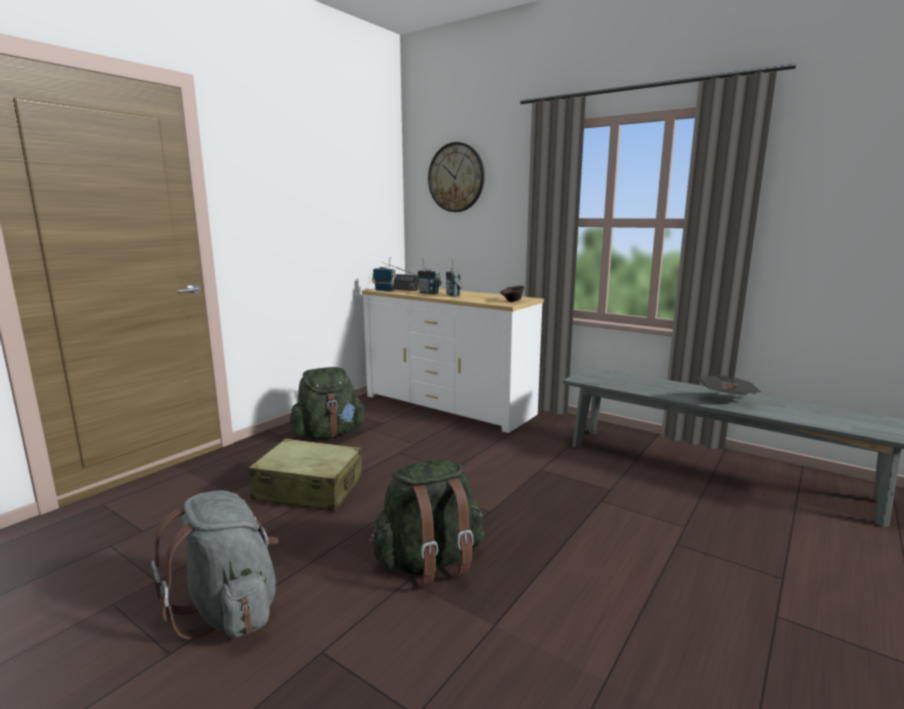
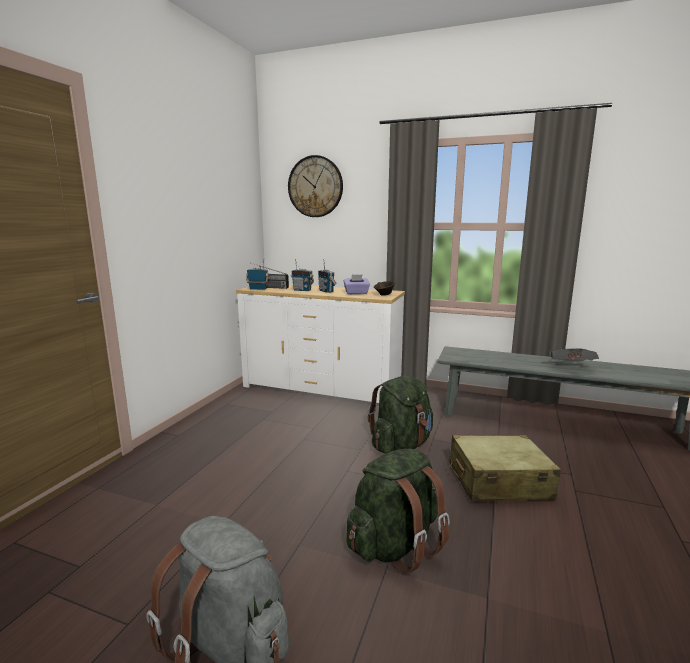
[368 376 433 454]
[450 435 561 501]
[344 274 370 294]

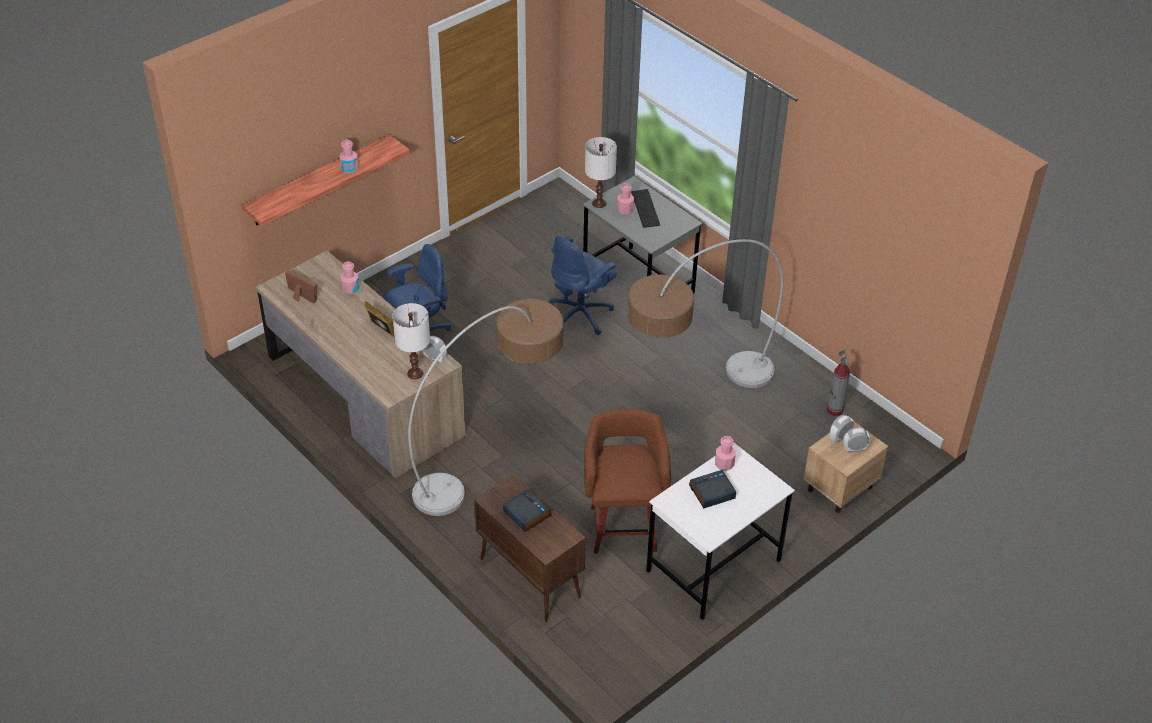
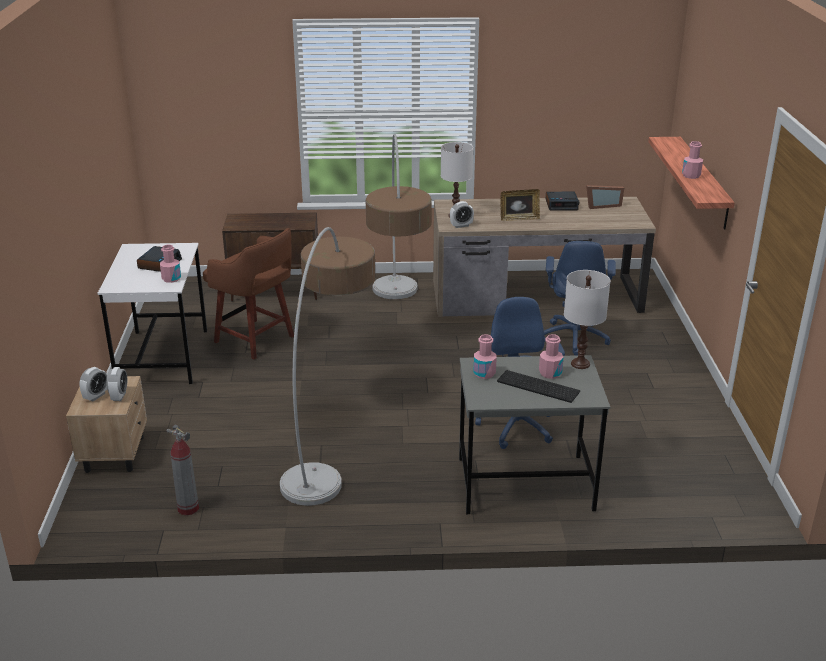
[474 334 497 379]
[546 192 579 211]

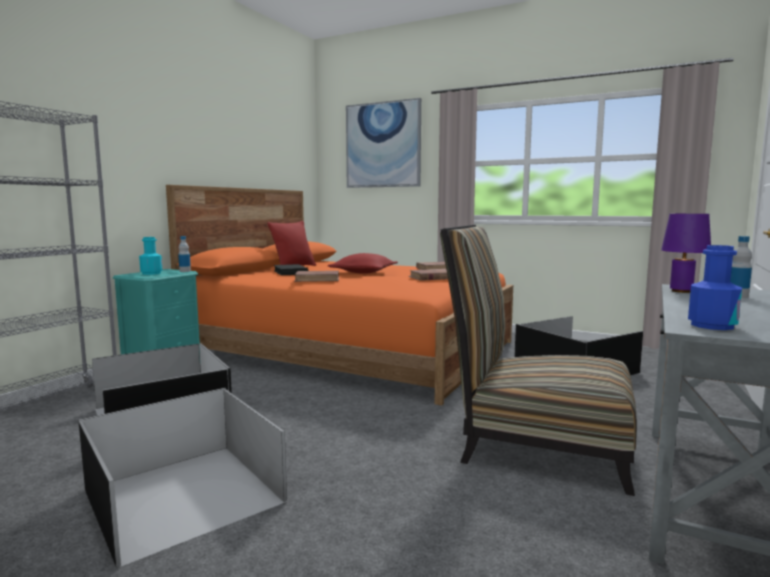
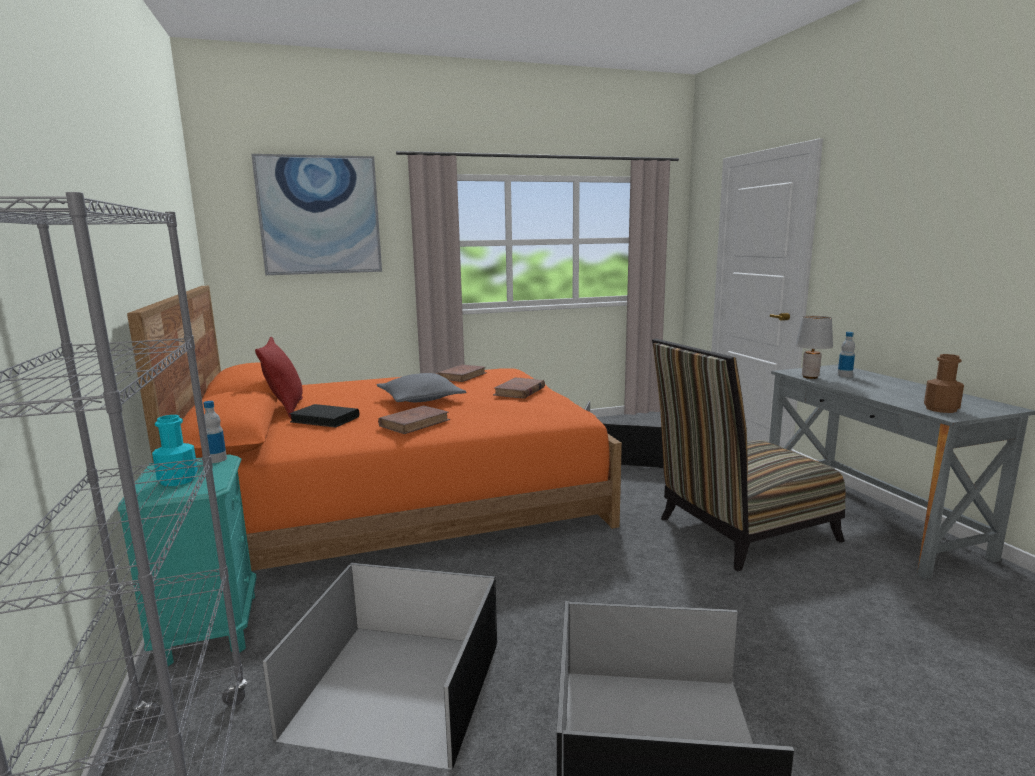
[795 316 833 379]
[924 354 964 413]
[377 373 467 402]

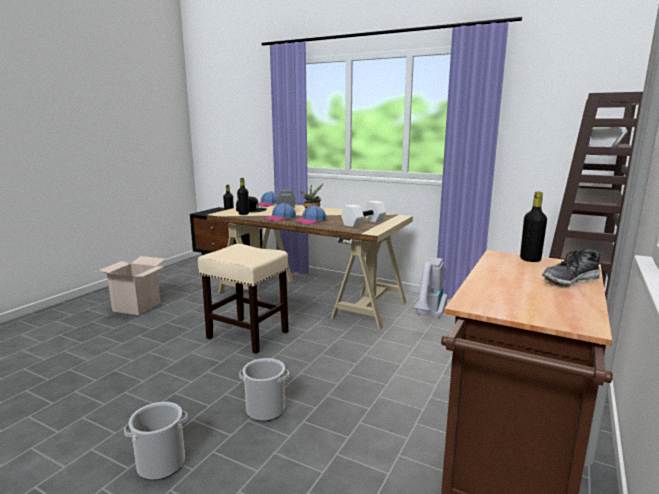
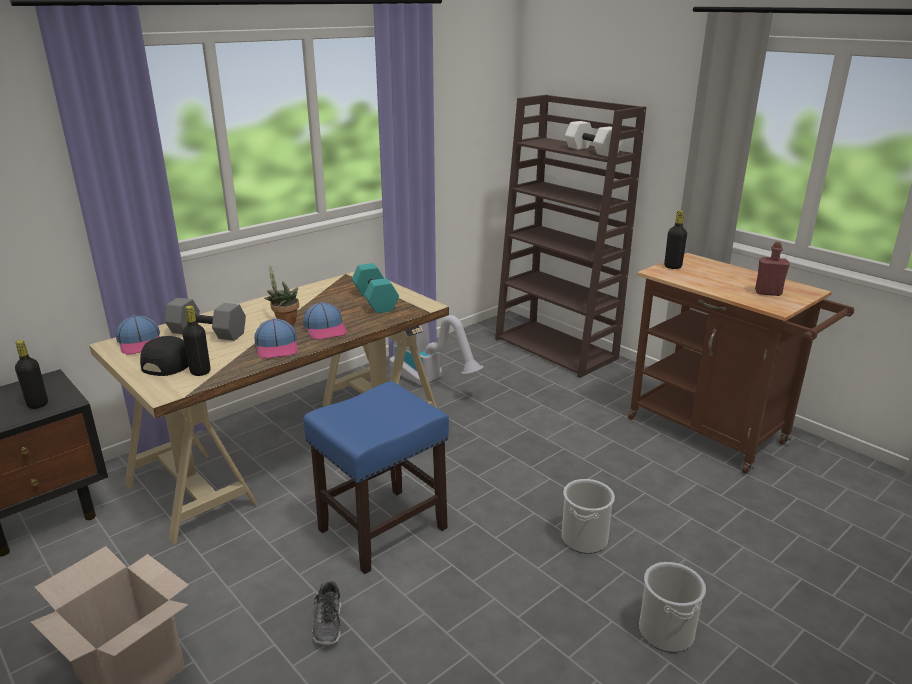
[352 263 399 313]
[303 381 449 574]
[312 580 341 645]
[755 242 790 296]

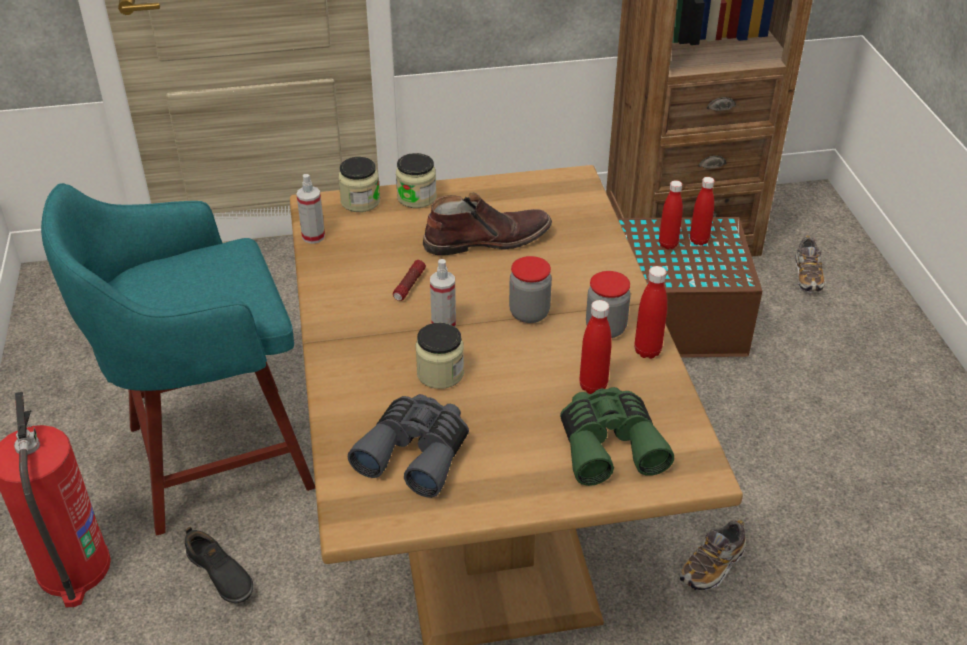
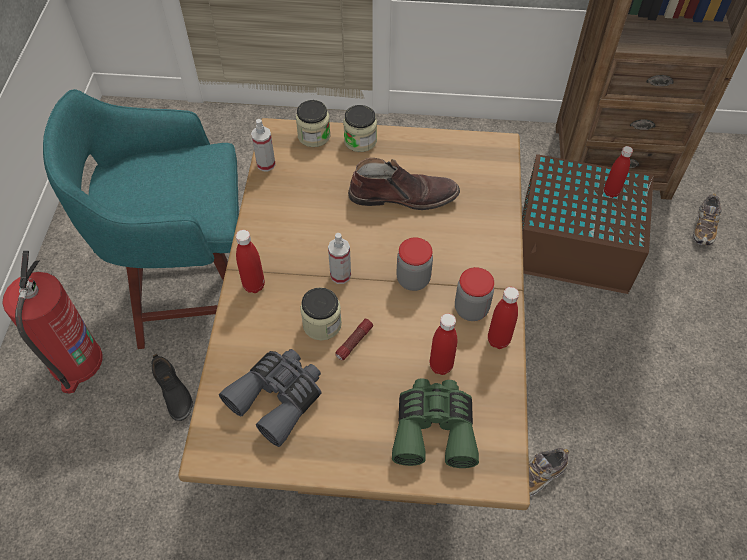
[236 230 265 293]
[335 319 373 360]

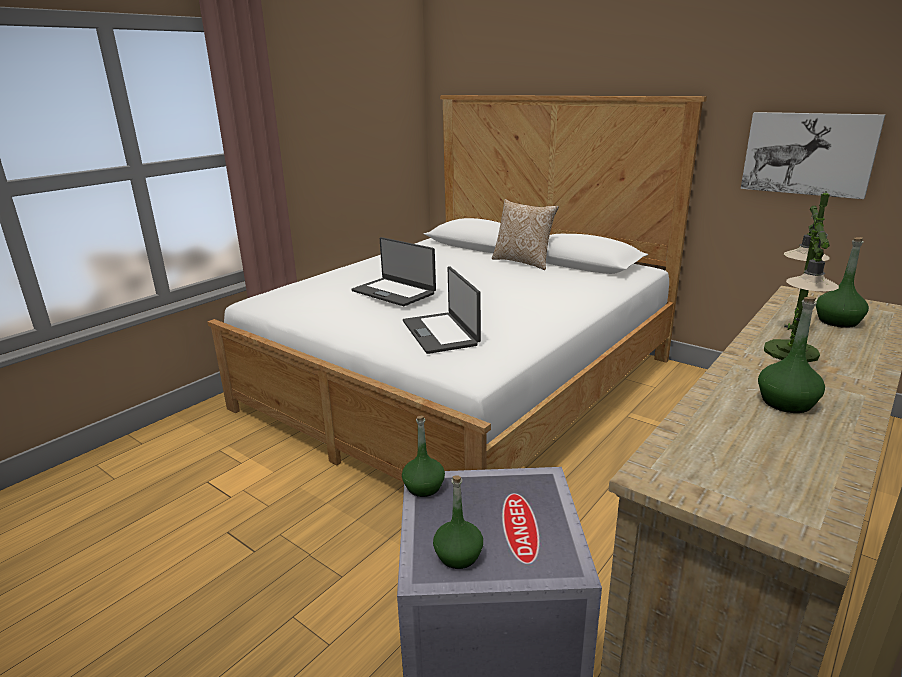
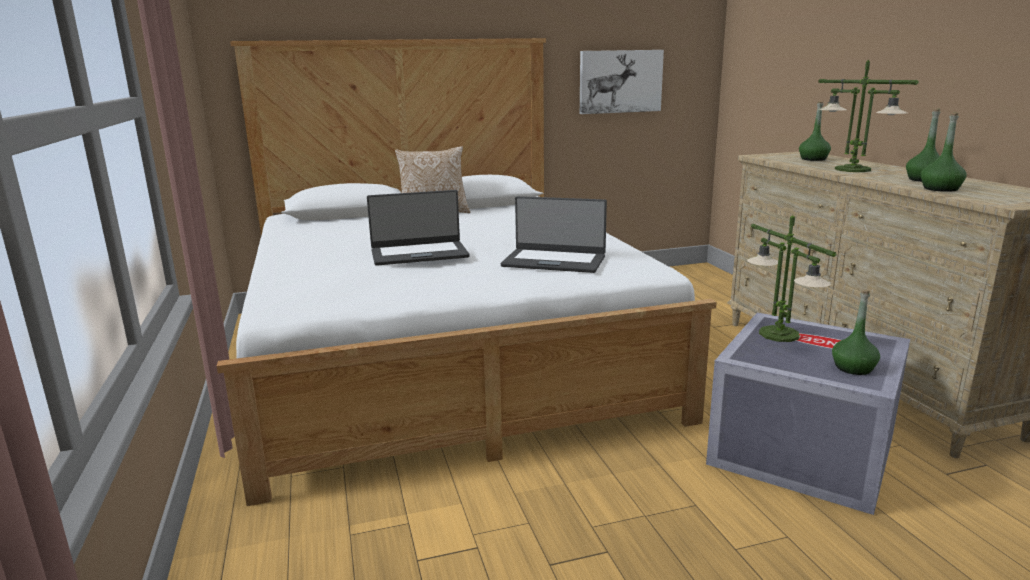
[921 112 967 192]
[747 215 837 342]

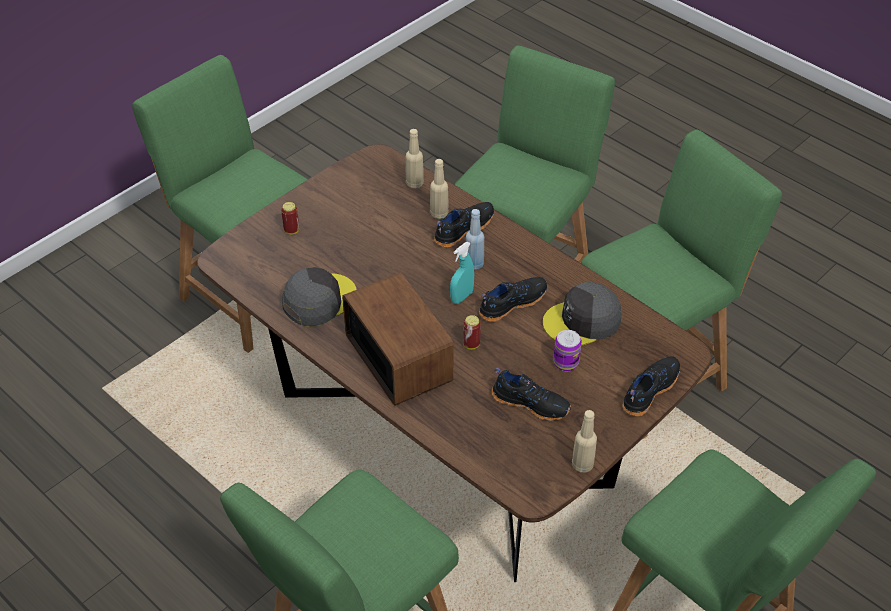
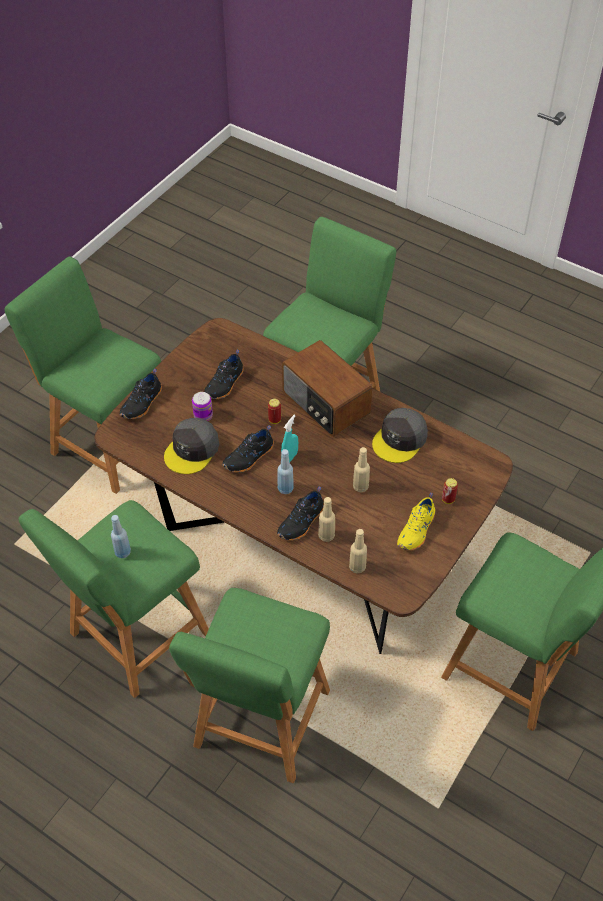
[164 418 220 474]
[204 350 244 399]
[353 447 370 493]
[397 493 435 550]
[111 515 131 558]

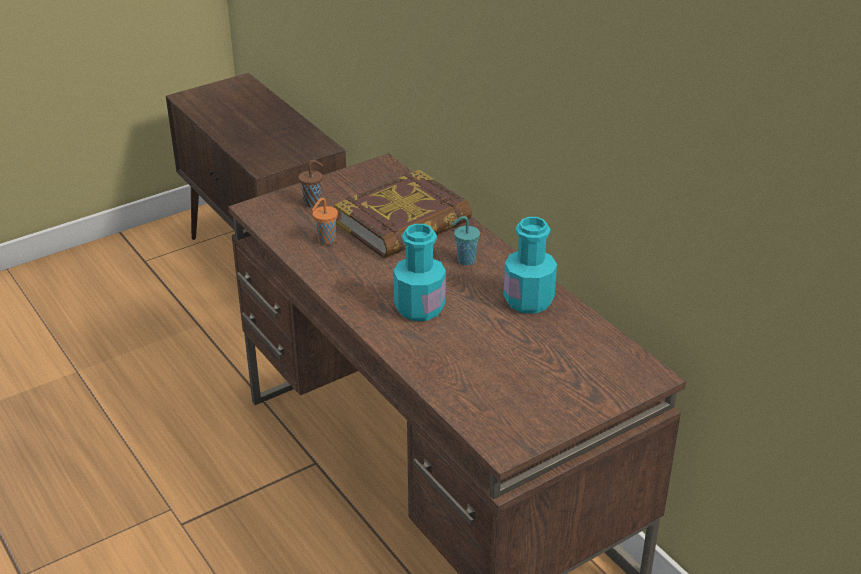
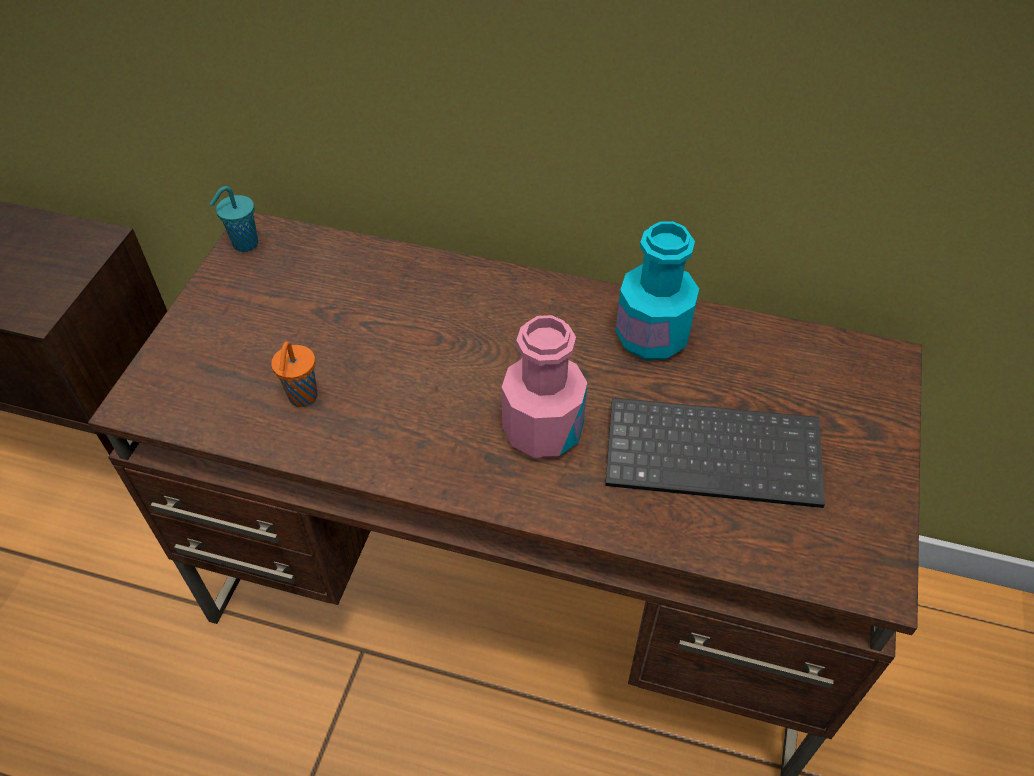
[299 160 323 208] (first image)
[335 170 472 259] (first image)
[210 186 258 252]
[502 315 587 459]
[605 398 825 508]

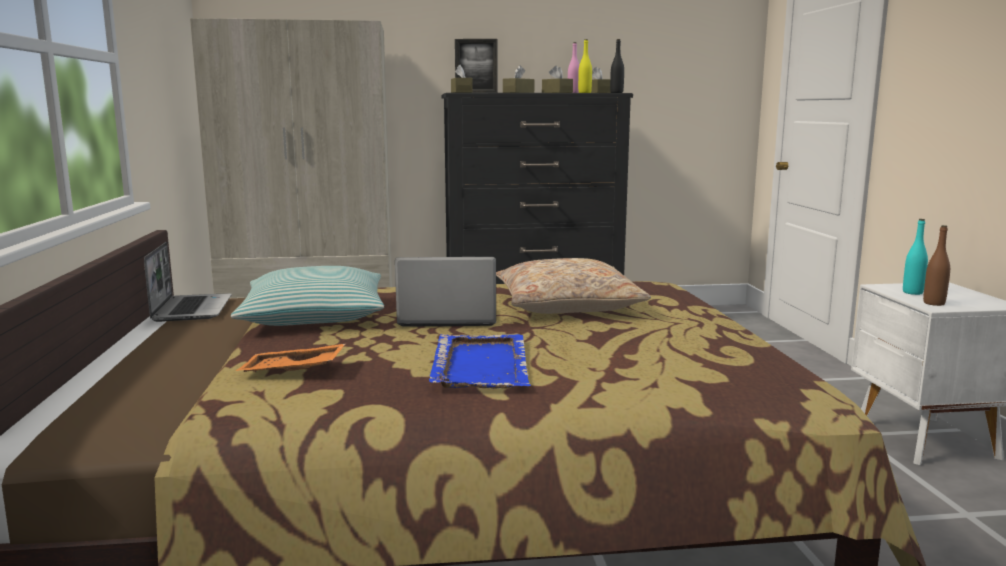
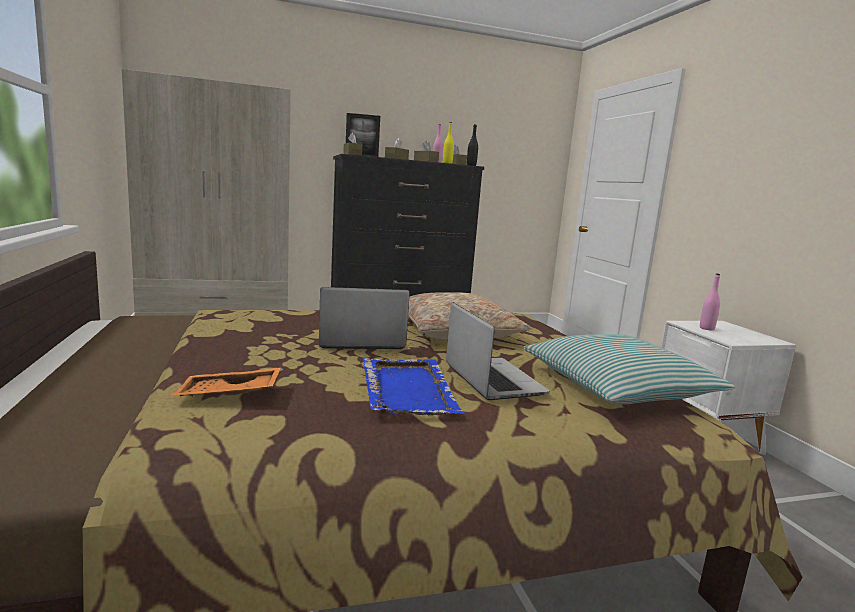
[700 274 720 330]
[923 225 950 306] (first image)
[446 302 550 400]
[523 334 735 405]

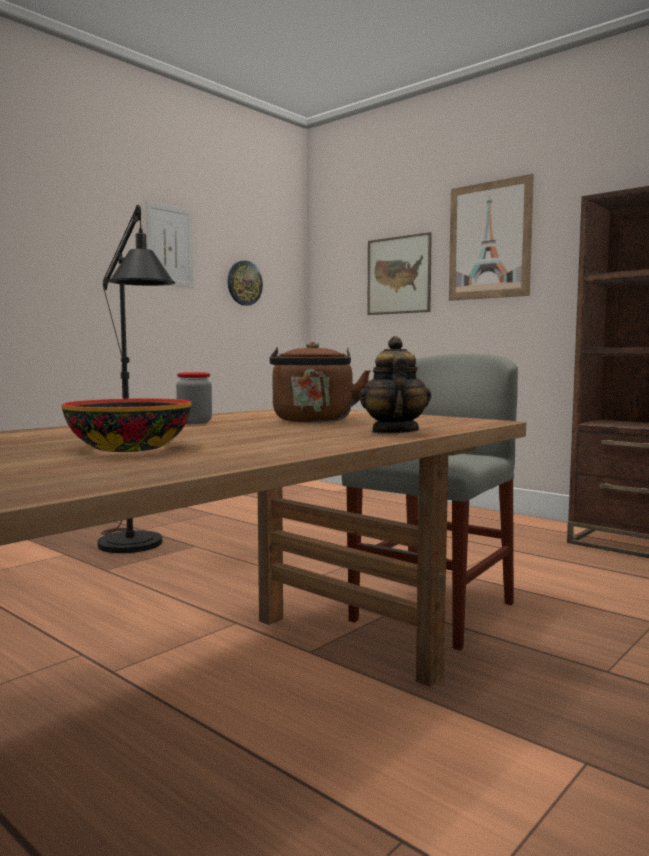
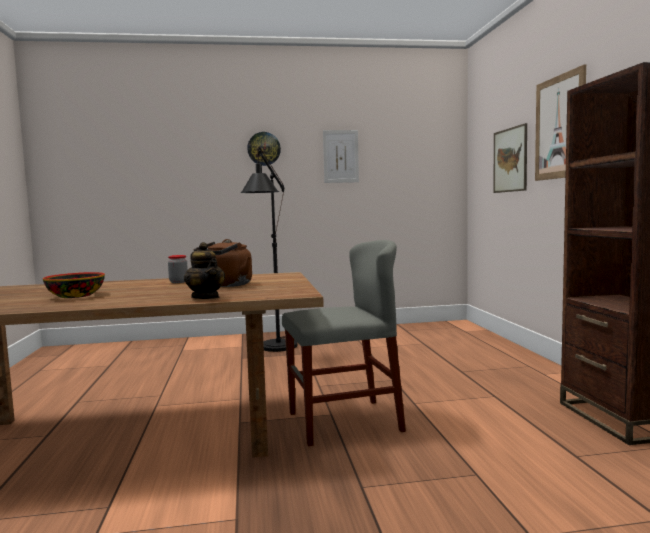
[247 132 281 166]
[184 242 225 299]

